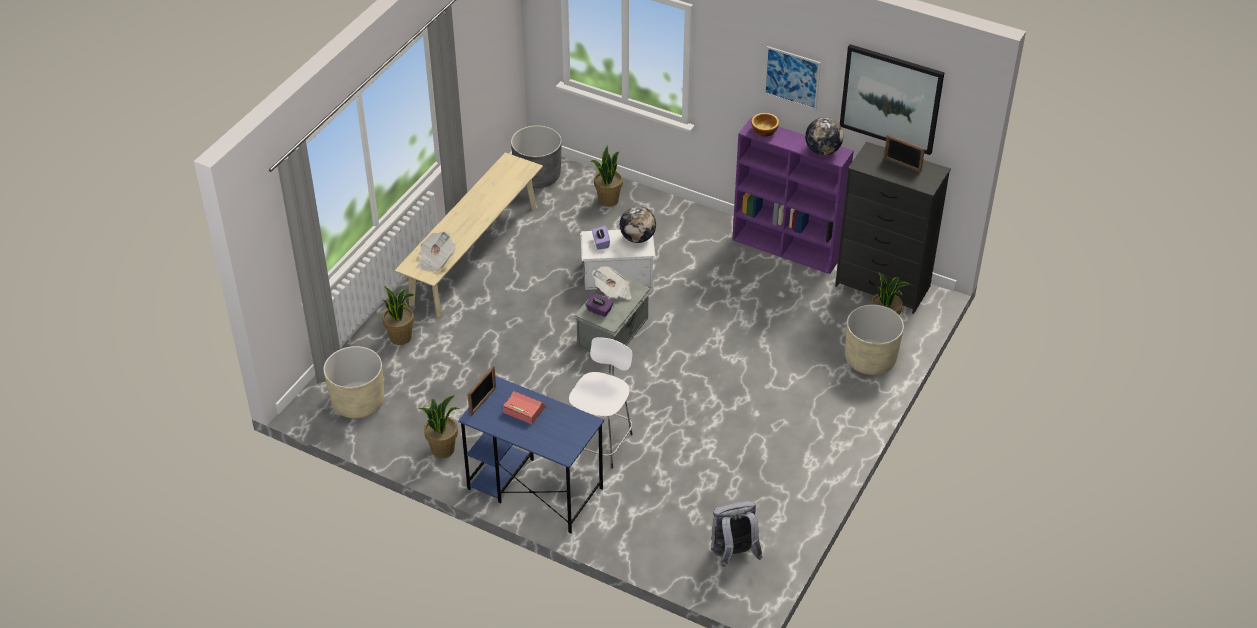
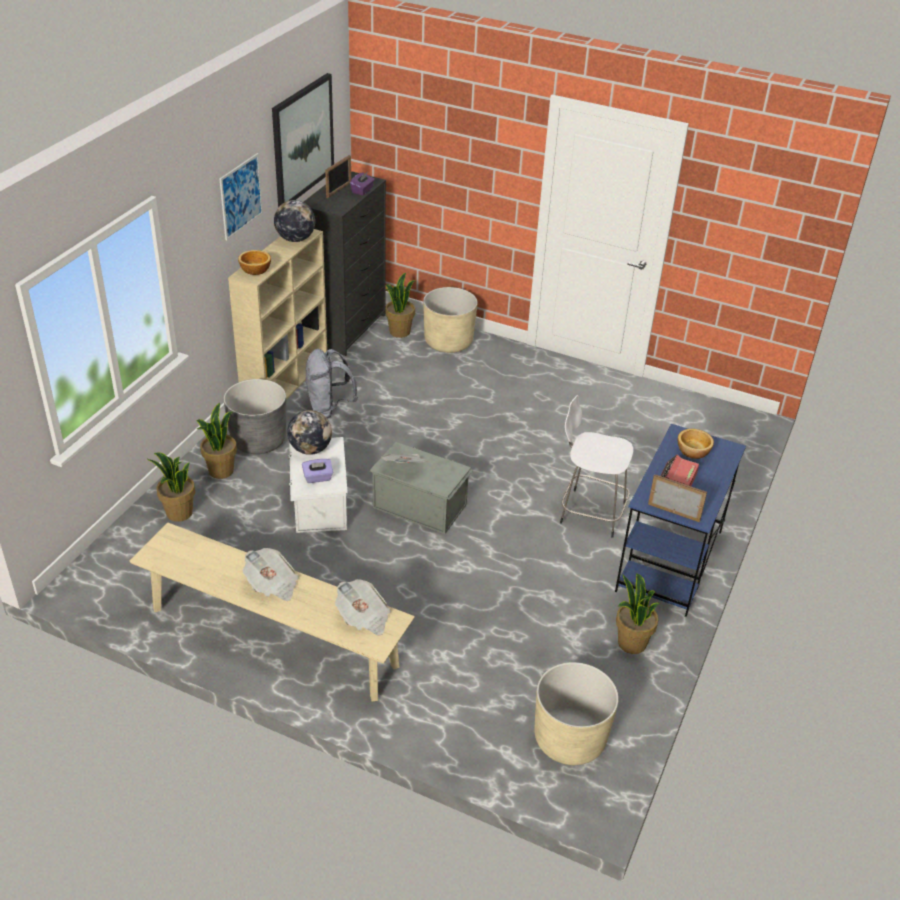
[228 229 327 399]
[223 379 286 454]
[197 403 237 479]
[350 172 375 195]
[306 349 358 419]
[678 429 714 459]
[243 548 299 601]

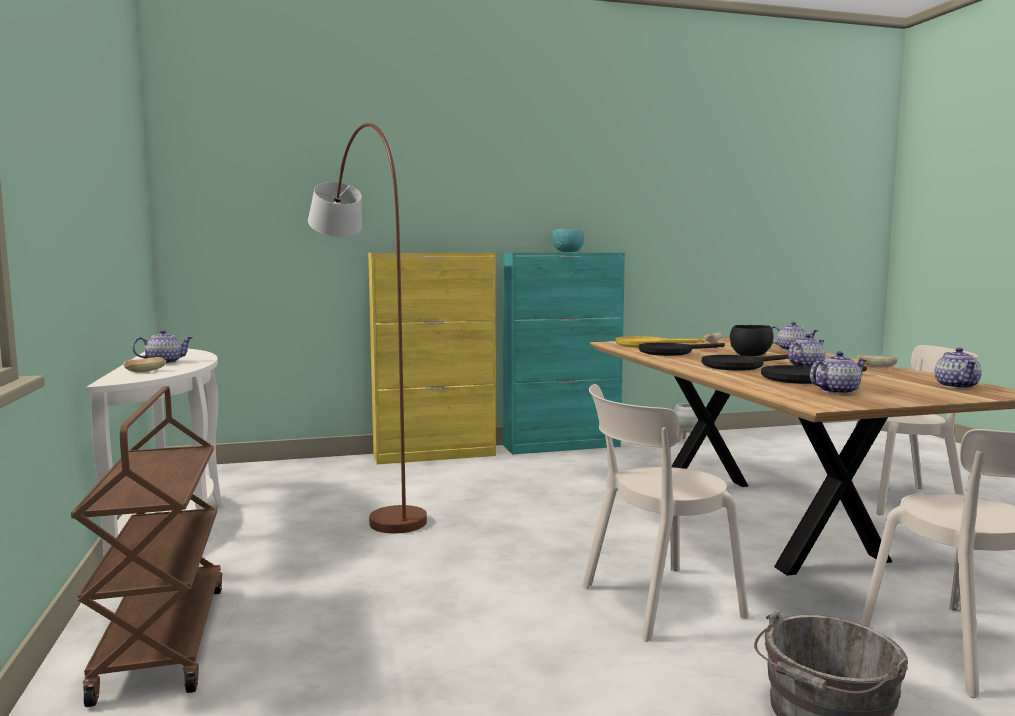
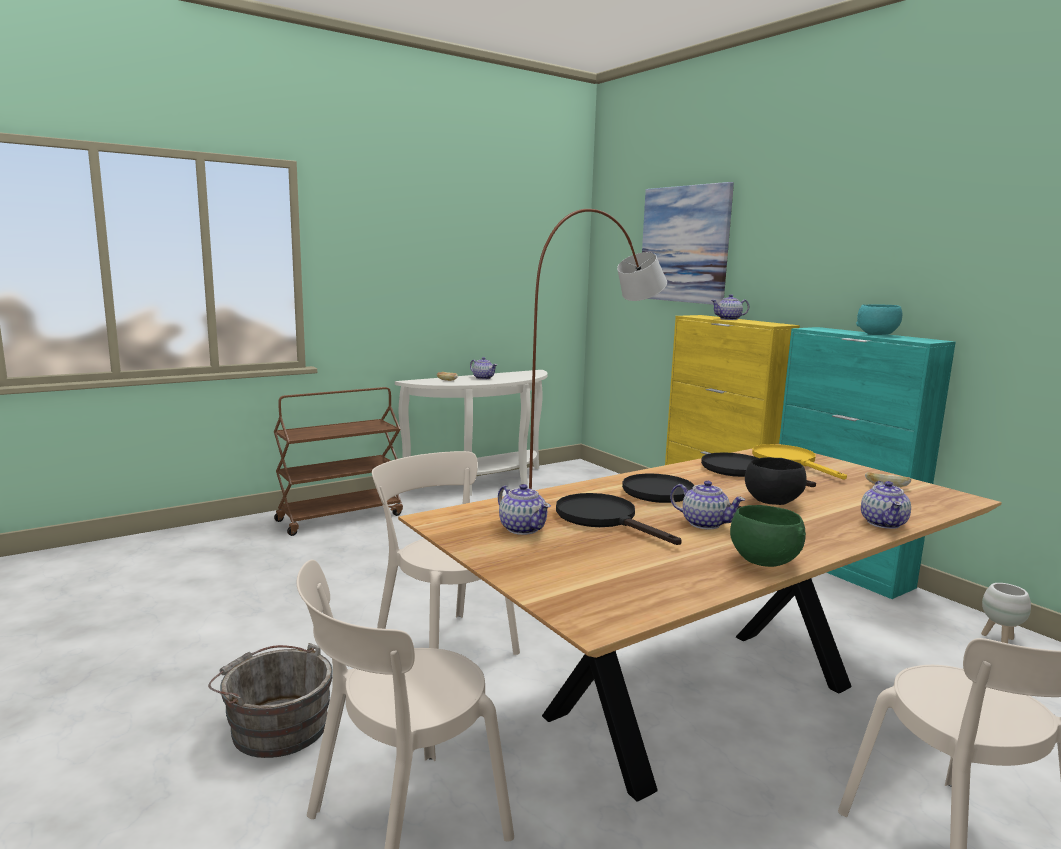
[711 294 749 320]
[730 505 806 567]
[642 182 734 305]

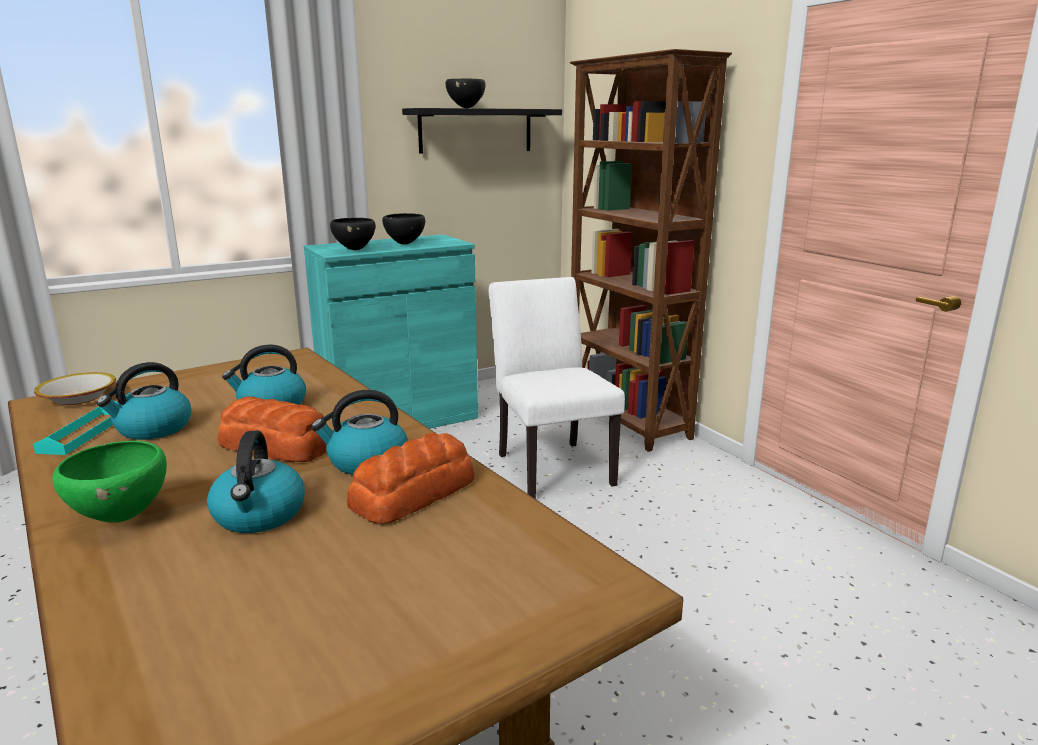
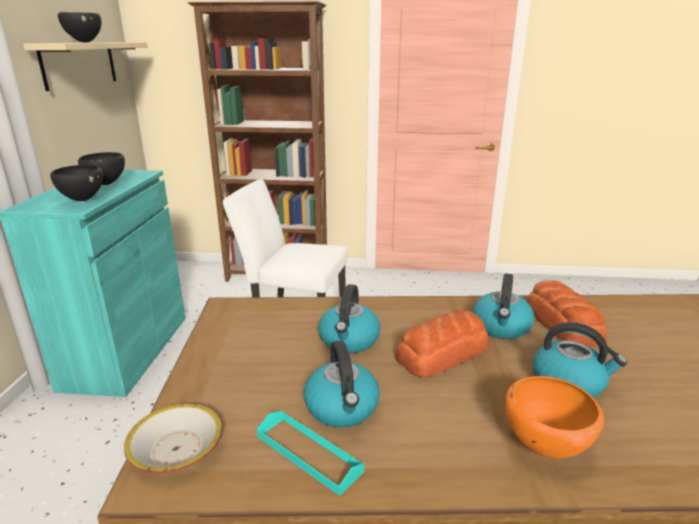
[23 42 148 91]
[506 376 604 458]

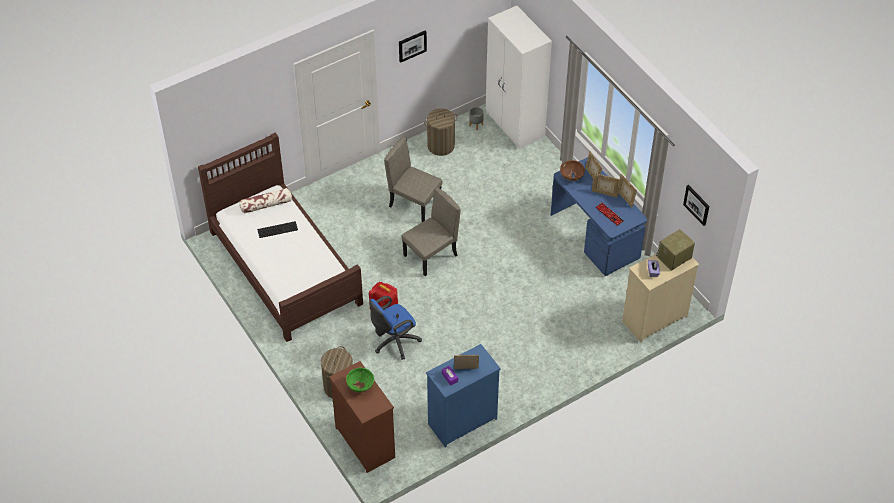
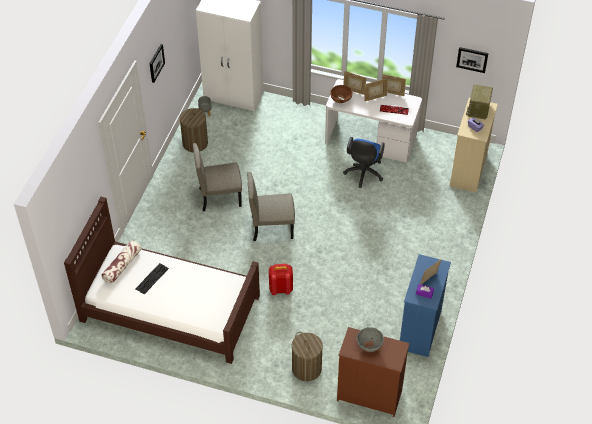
[325 79 422 163]
[247 172 295 241]
[343 137 385 188]
[356 327 384 352]

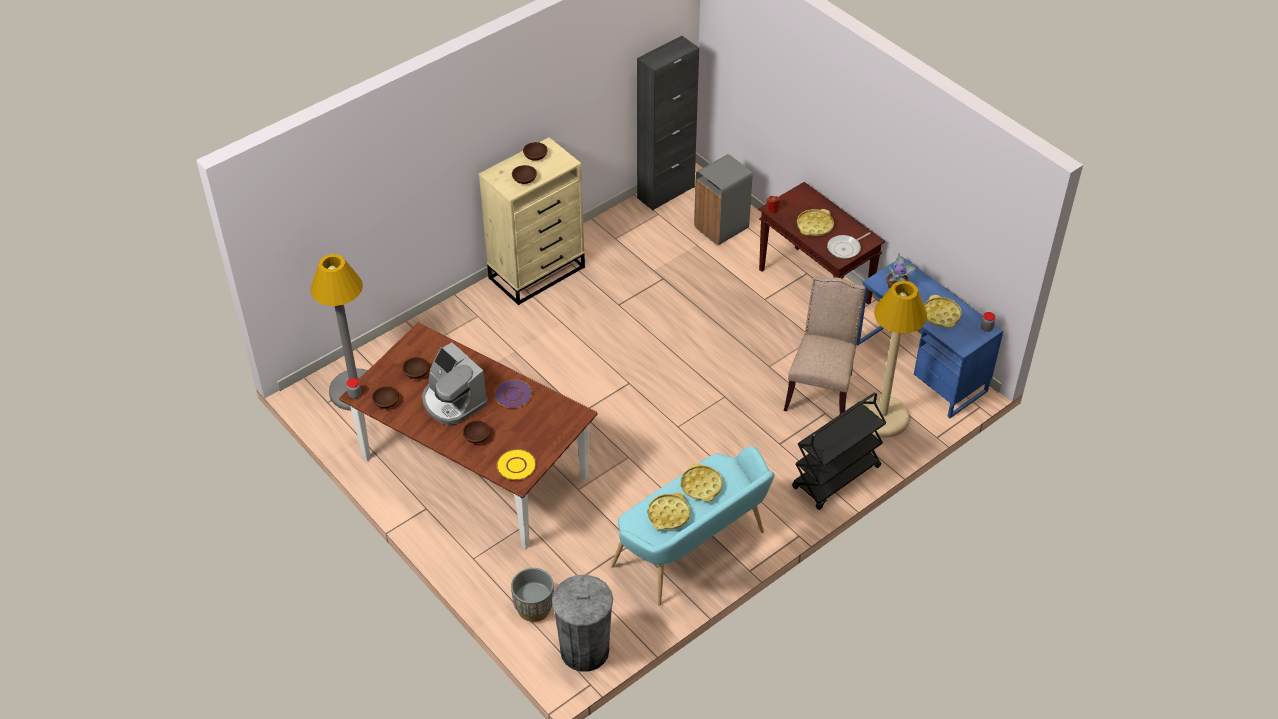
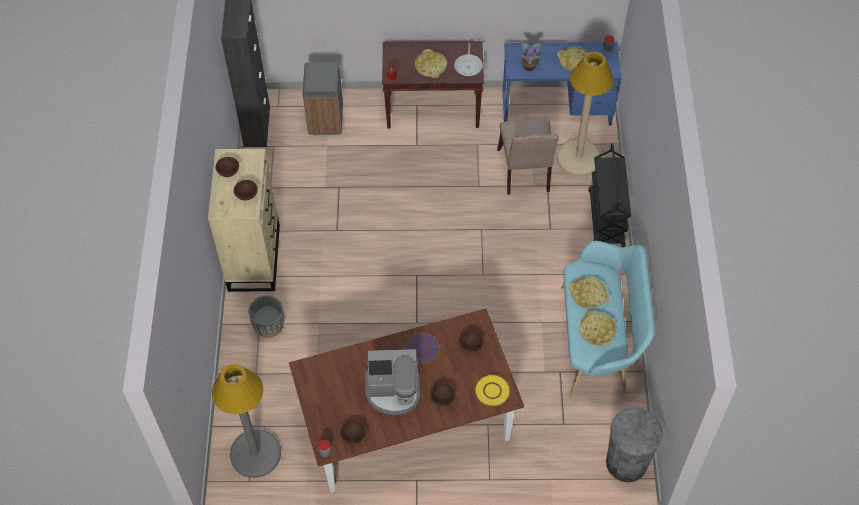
[497 119 559 195]
[459 330 483 352]
[248 295 284 338]

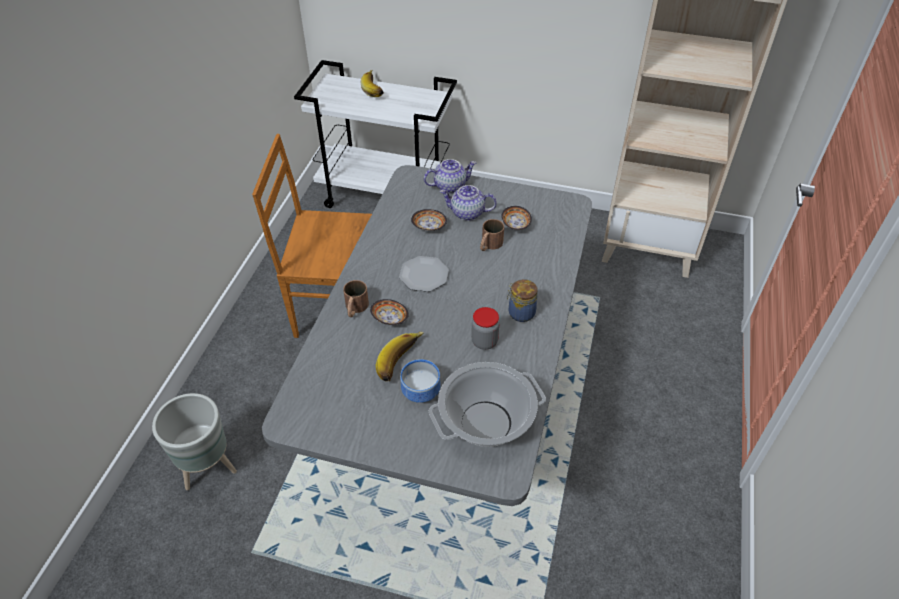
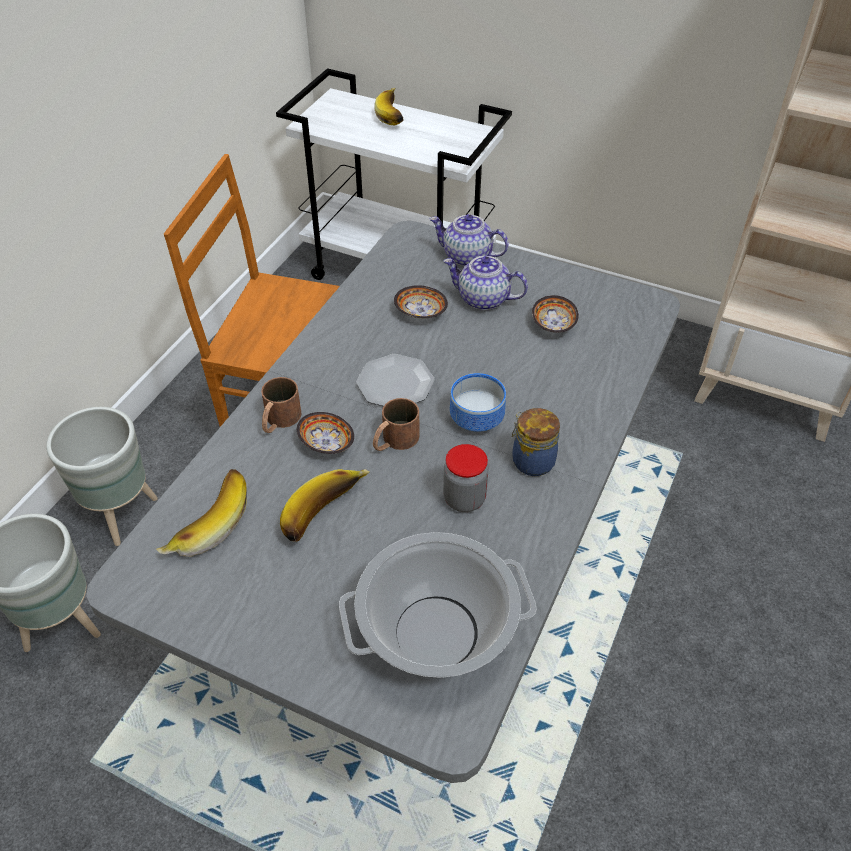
[430 214 509 267]
[373 398 419 451]
[450 373 506 432]
[46 407 158 546]
[156 469 247 557]

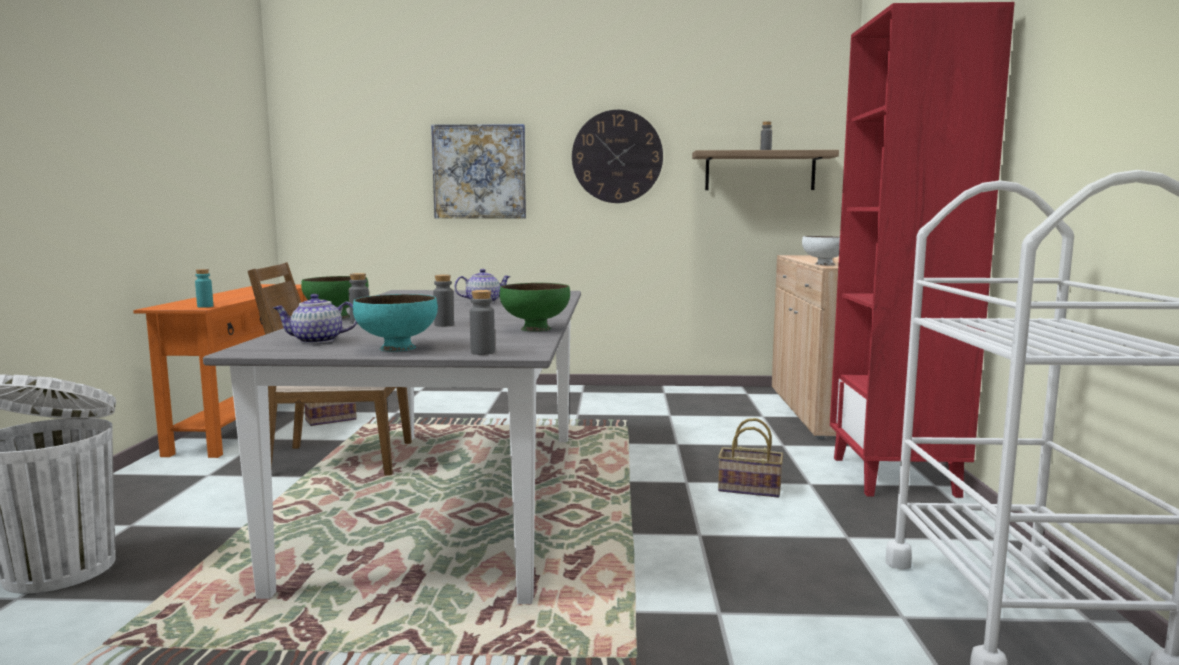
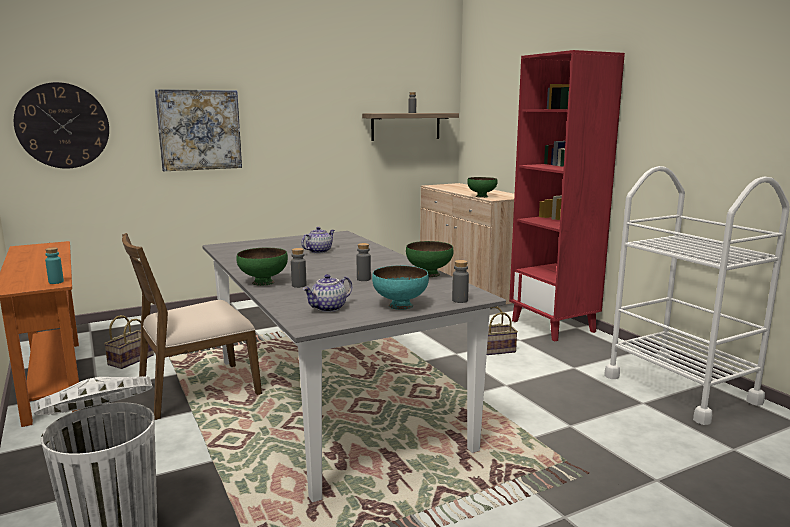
[14 82 109 169]
[467 177 498 198]

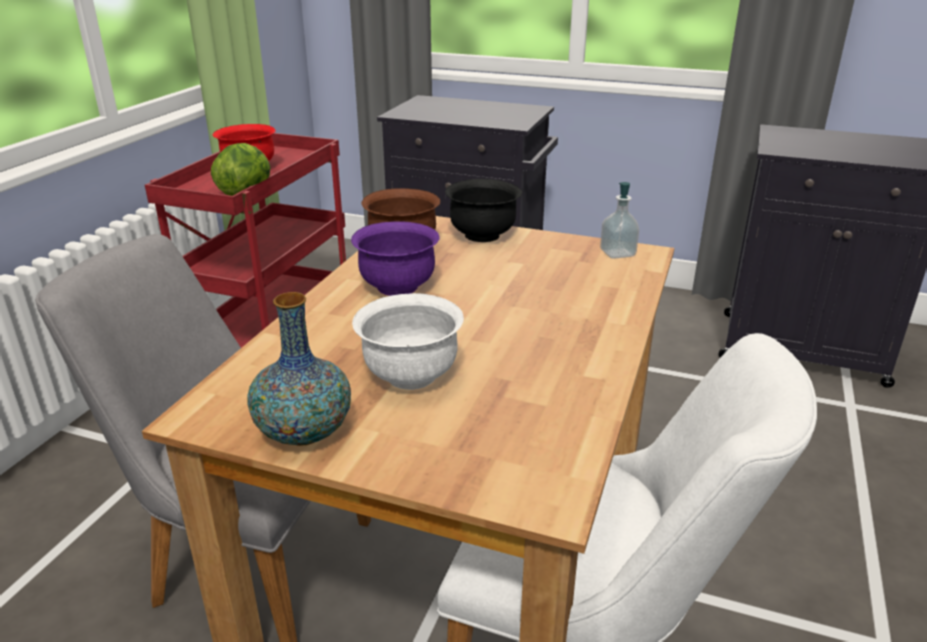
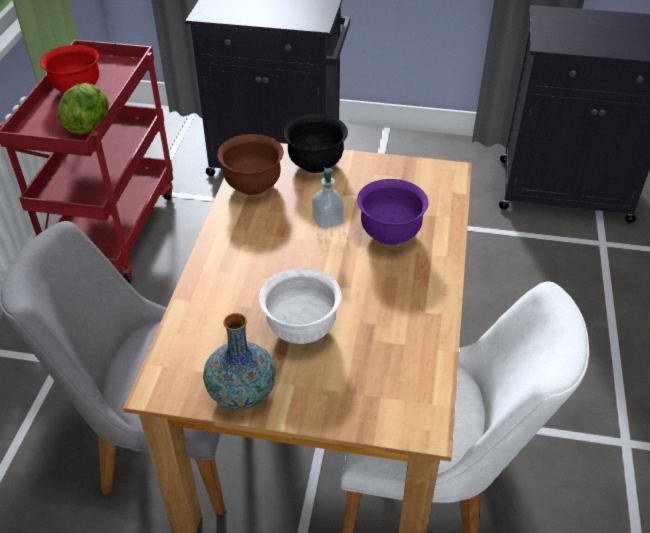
[312 167 344 230]
[357 179 428 245]

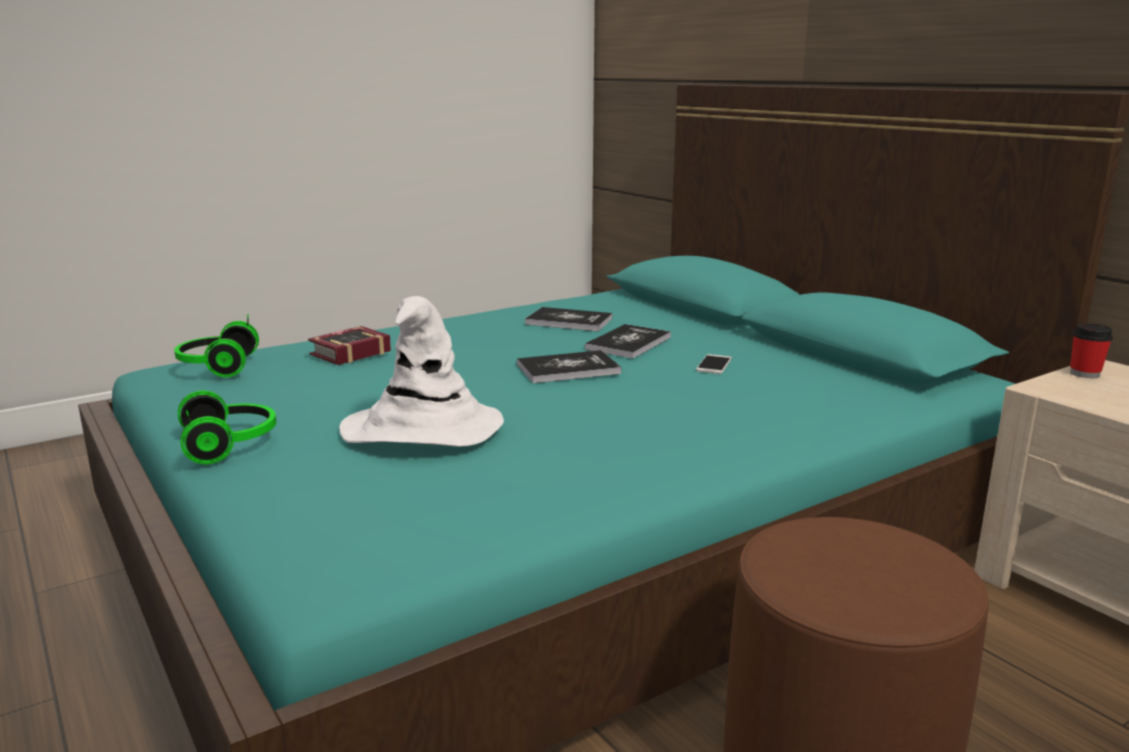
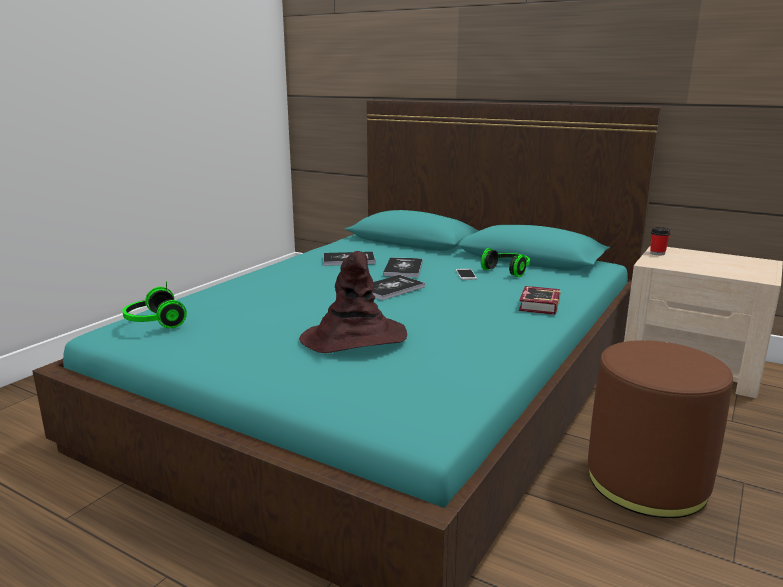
[299 251 407 353]
[519 286 561 315]
[481 248 530 277]

